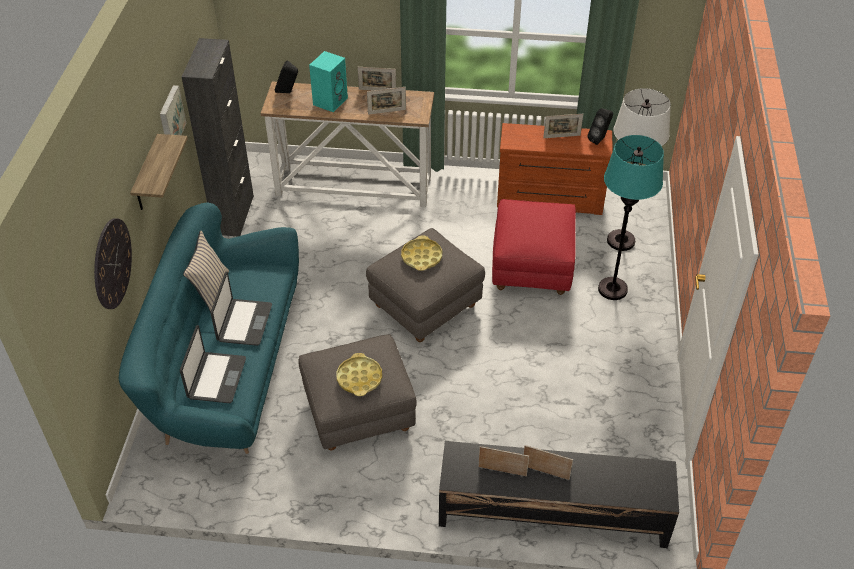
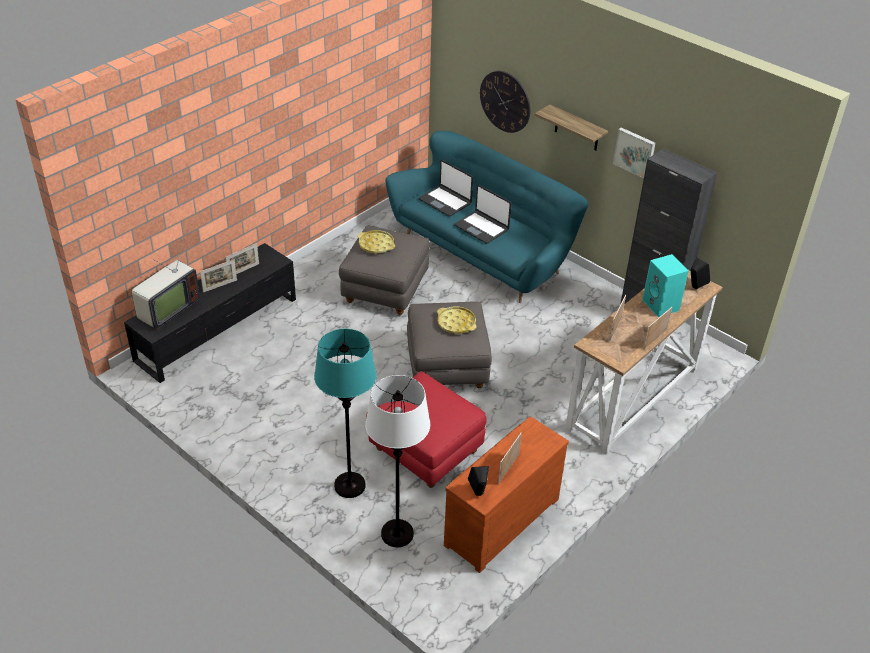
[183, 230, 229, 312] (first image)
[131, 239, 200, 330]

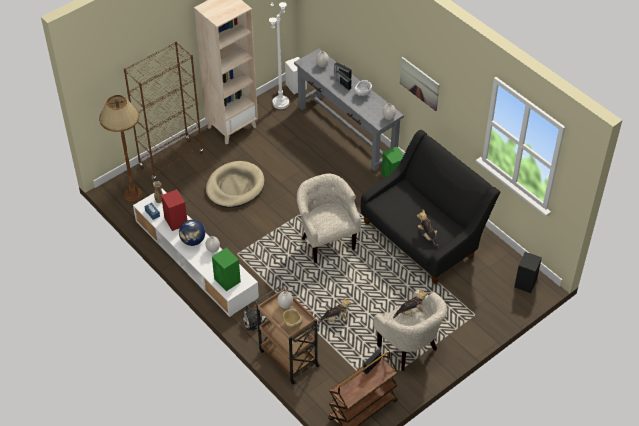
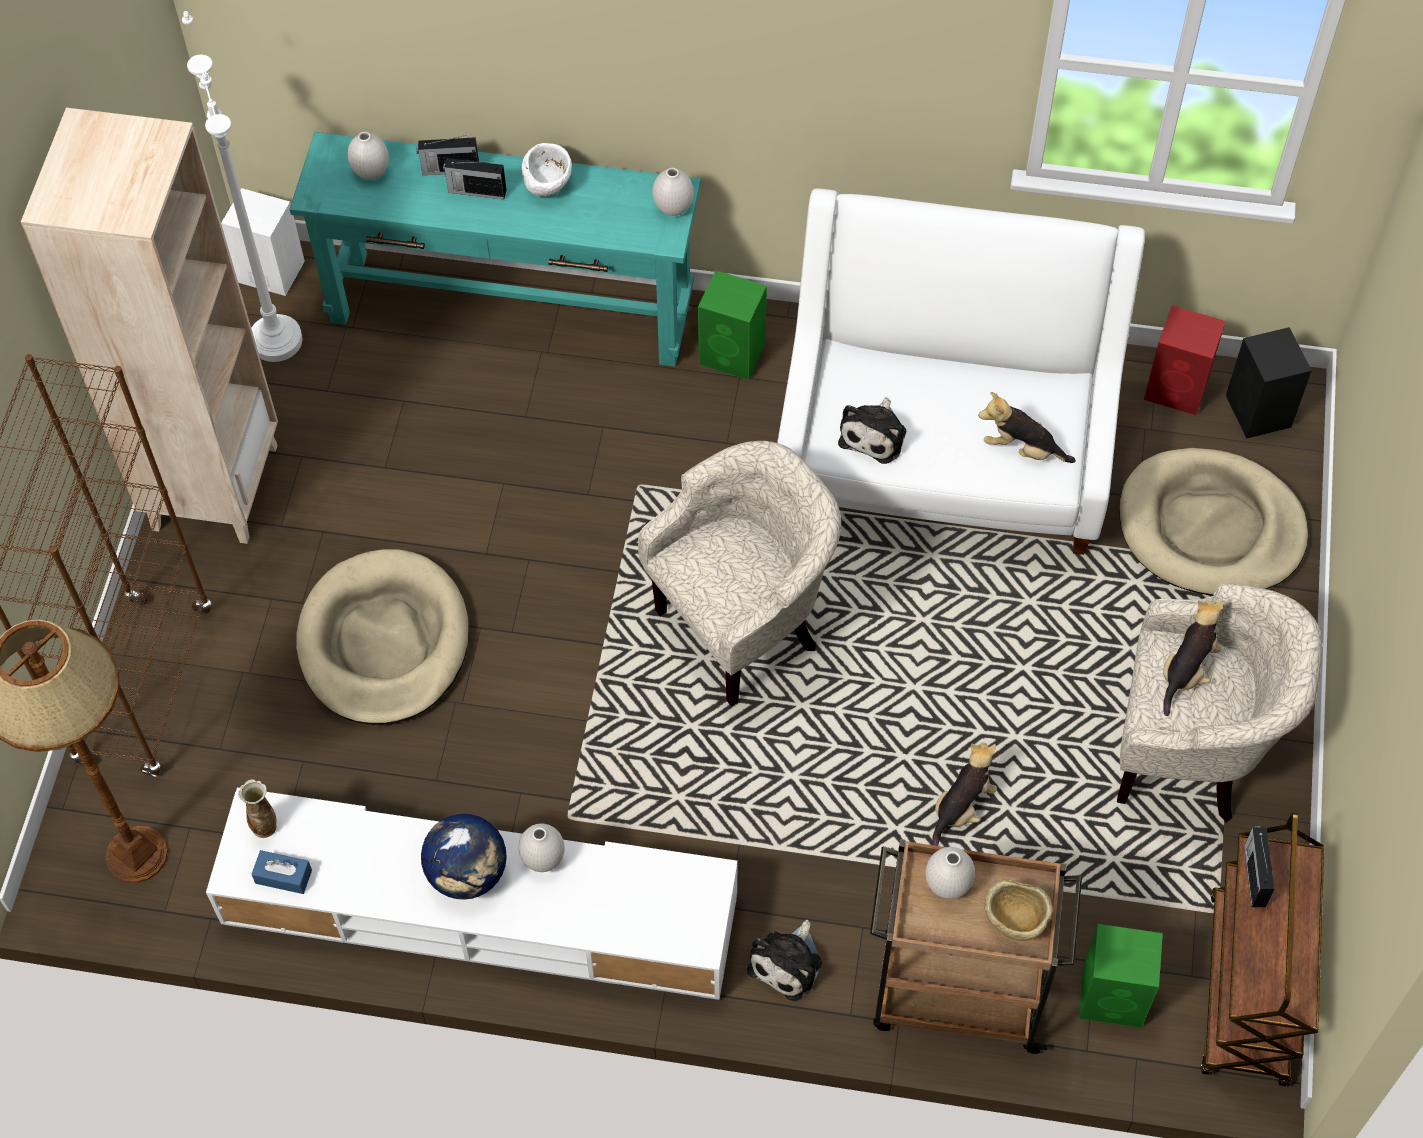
[400, 57, 440, 111] (first image)
[838, 397, 906, 464]
[1119, 448, 1308, 596]
[1144, 305, 1226, 415]
[1079, 924, 1163, 1028]
[289, 132, 701, 366]
[777, 189, 1145, 555]
[638, 441, 841, 706]

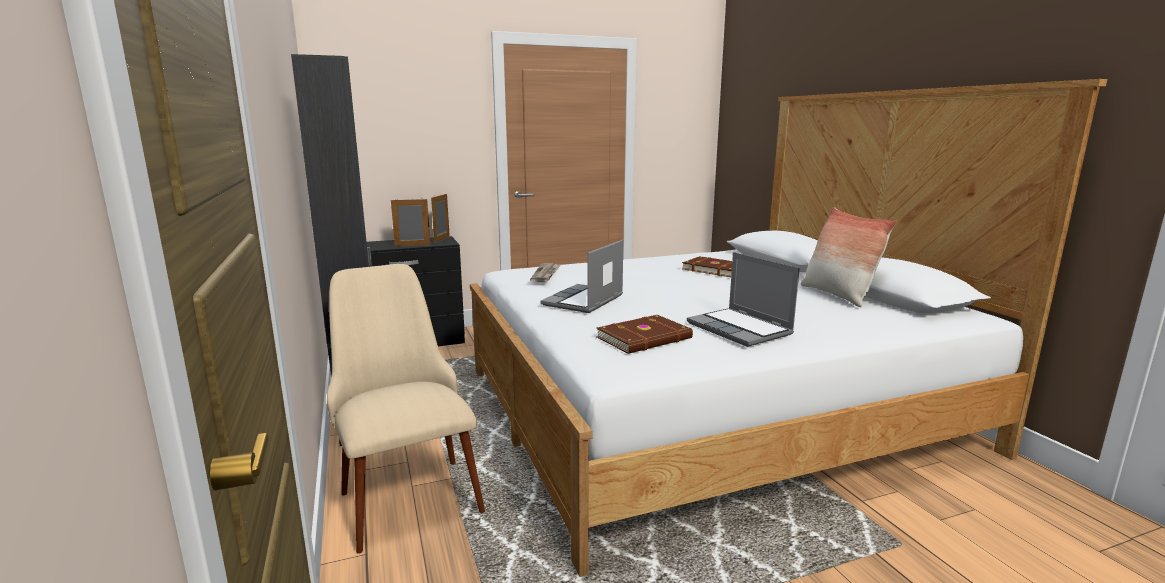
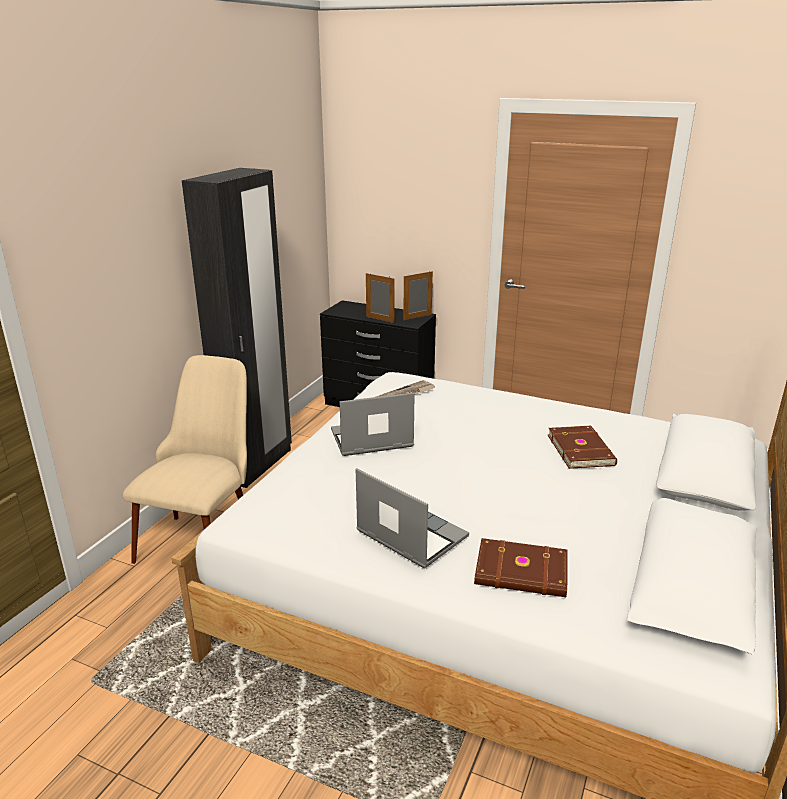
[801, 207, 897, 307] (first image)
[474, 538, 567, 597]
[356, 468, 469, 568]

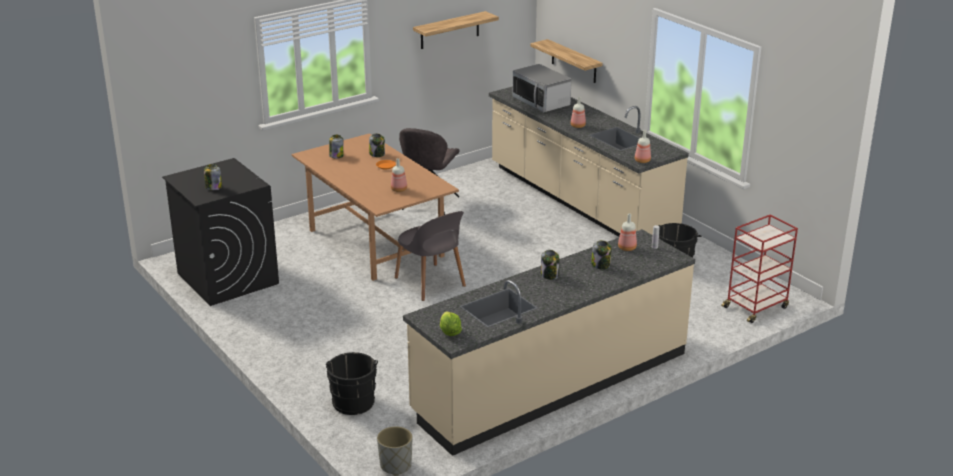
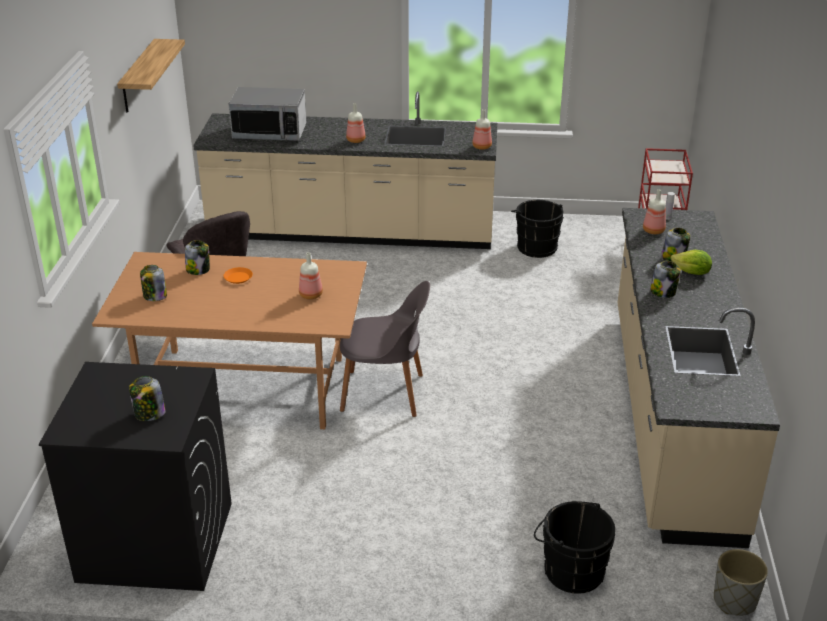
[531, 39, 602, 83] (first image)
[671, 250, 712, 275]

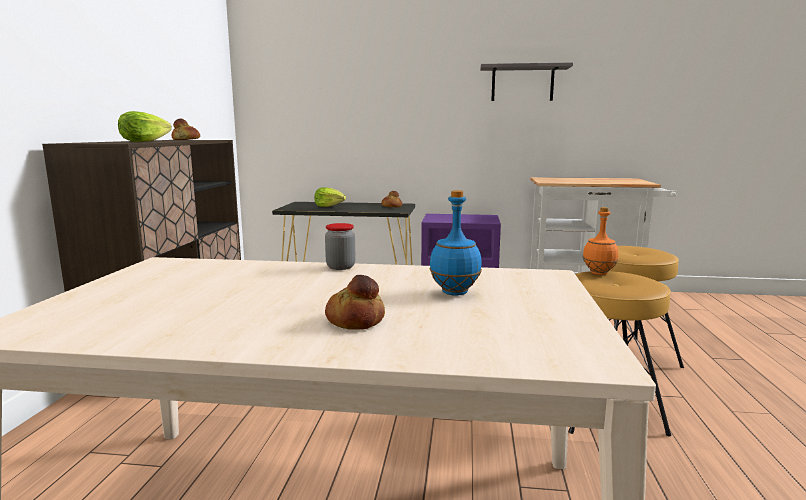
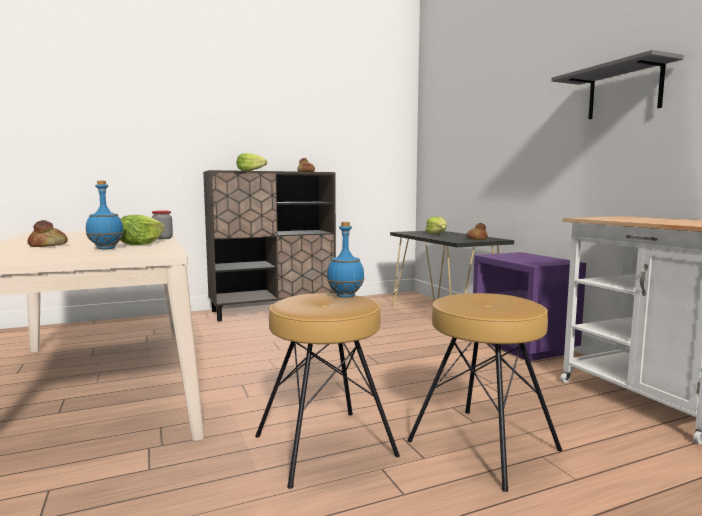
[120, 215, 165, 245]
[327, 222, 364, 298]

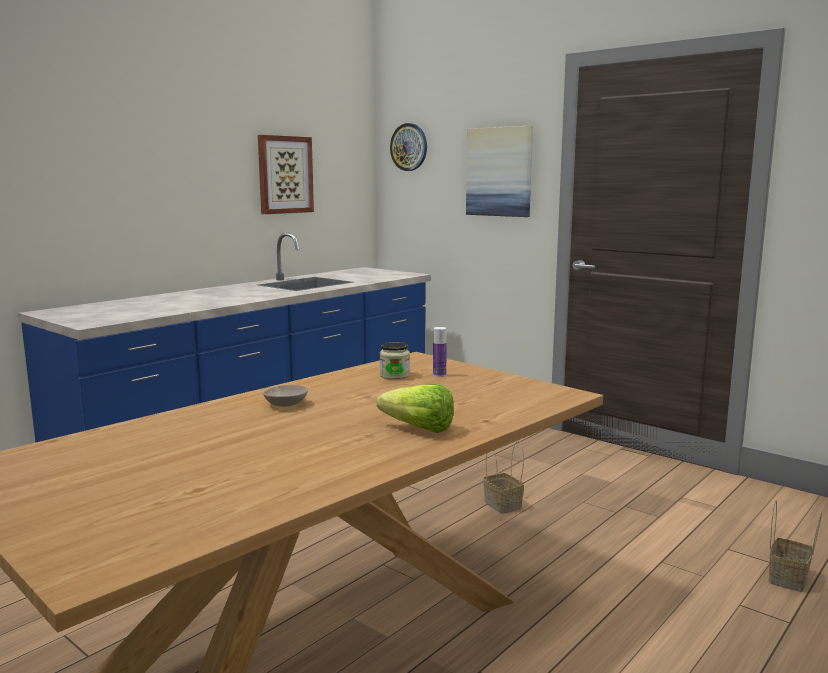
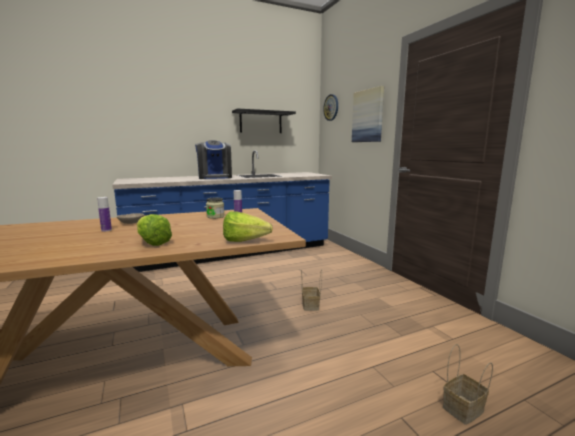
[97, 197, 112, 232]
[195, 140, 232, 179]
[223, 211, 273, 242]
[232, 108, 296, 133]

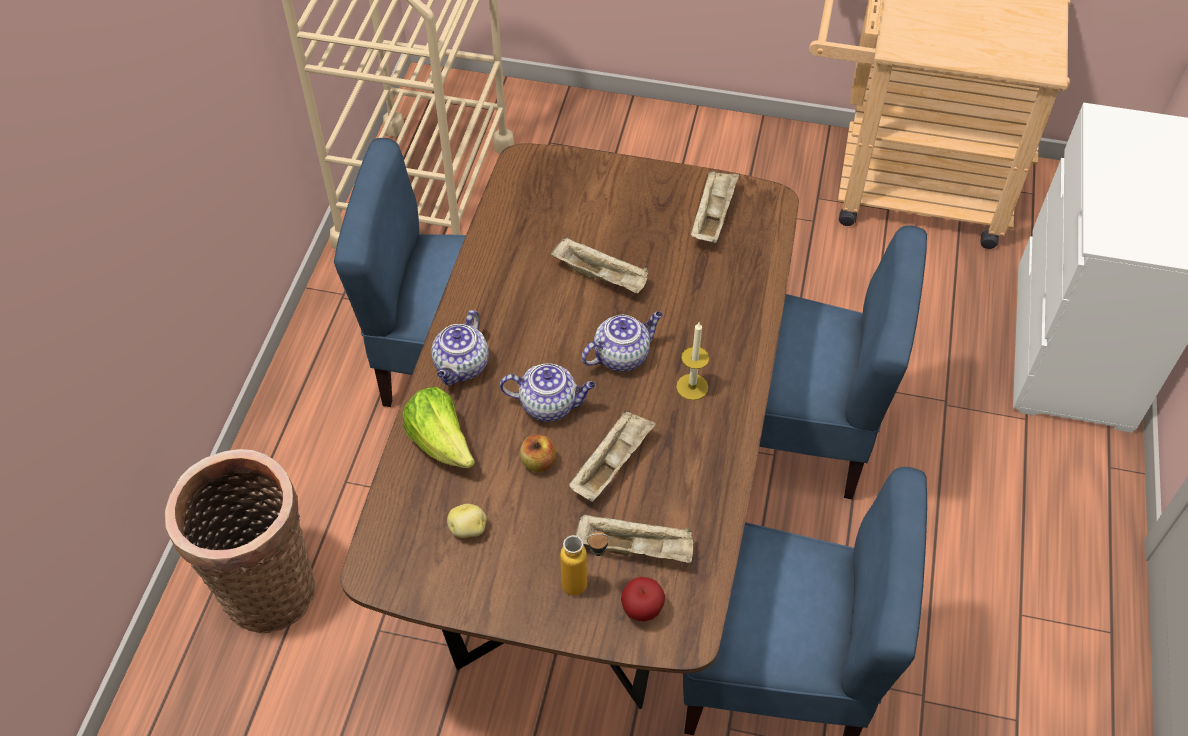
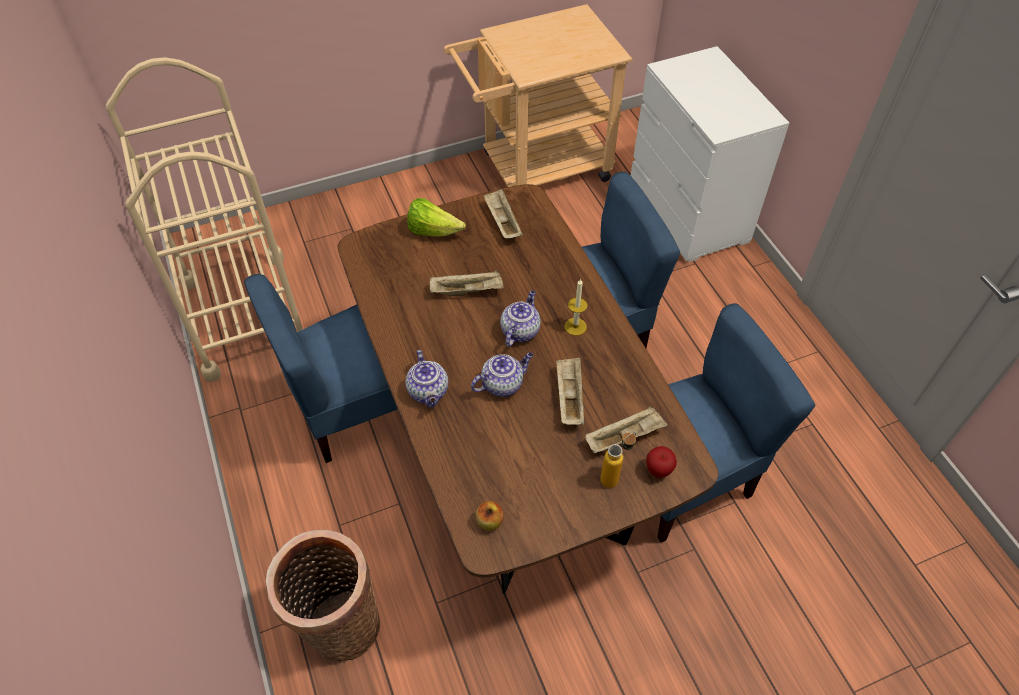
[447, 504, 487, 538] (first image)
[407, 198, 466, 237]
[476, 501, 503, 531]

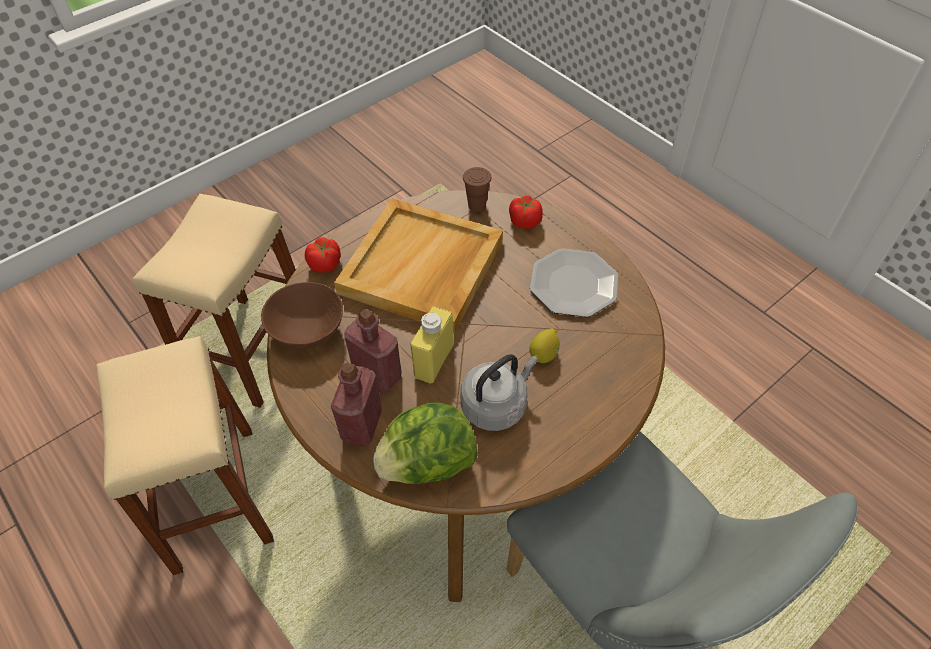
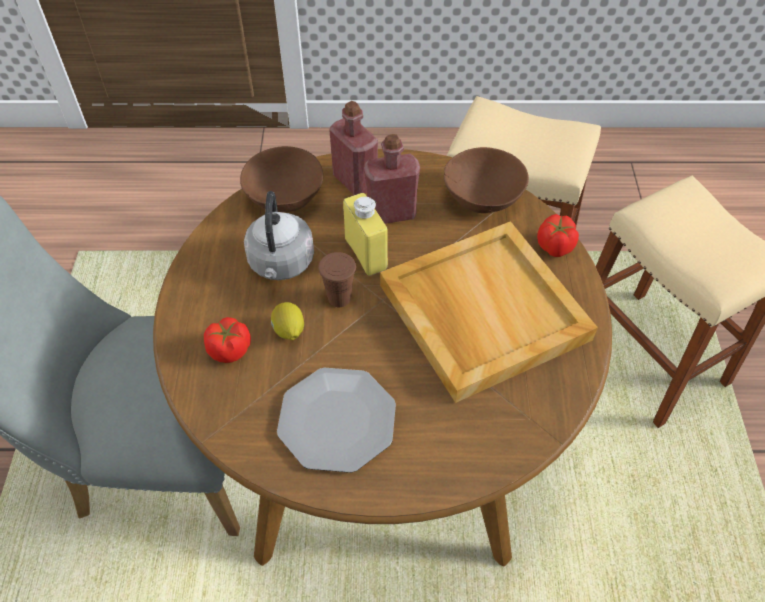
[318, 252, 356, 307]
[204, 317, 251, 363]
[240, 146, 323, 212]

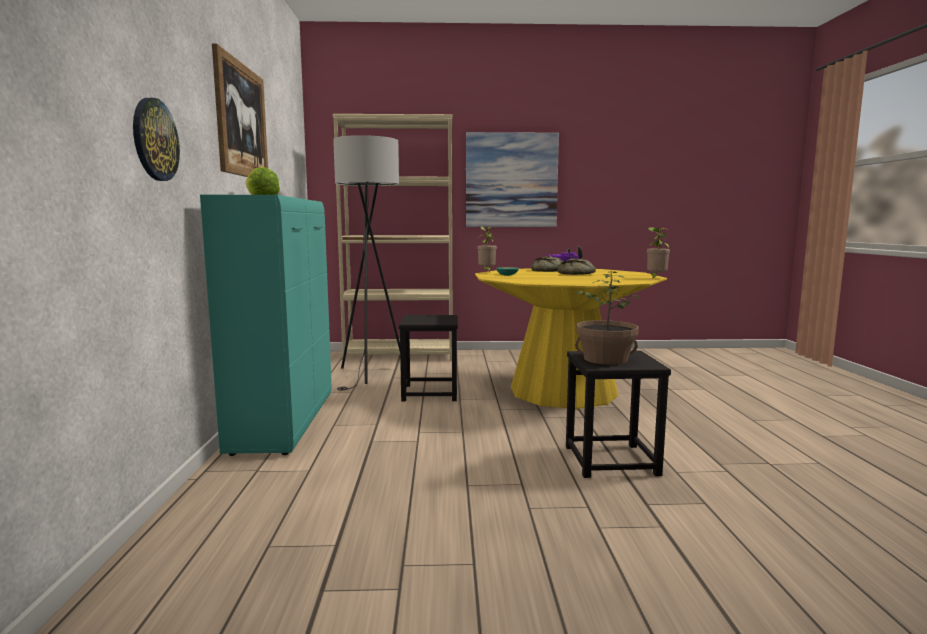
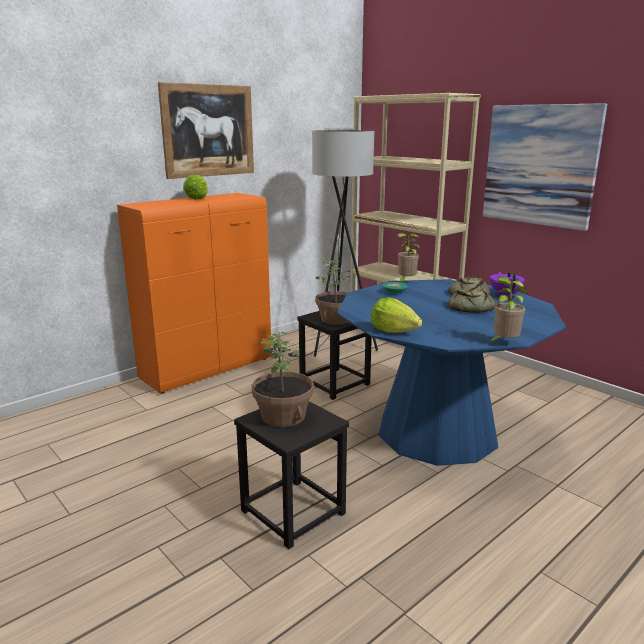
[133, 98, 180, 181] (first image)
[315, 259, 350, 325]
[371, 298, 422, 333]
[117, 193, 271, 394]
[337, 279, 566, 466]

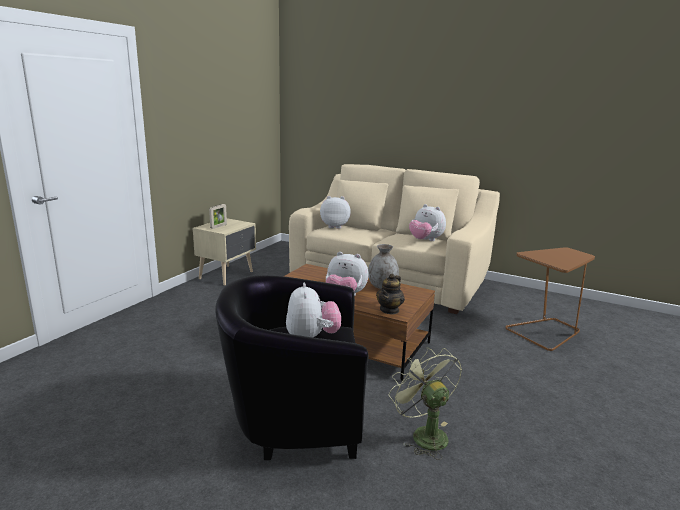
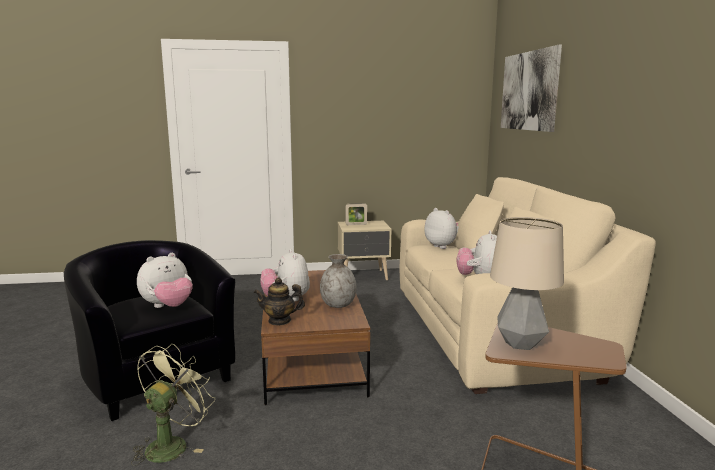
[490, 217, 564, 350]
[501, 44, 562, 132]

